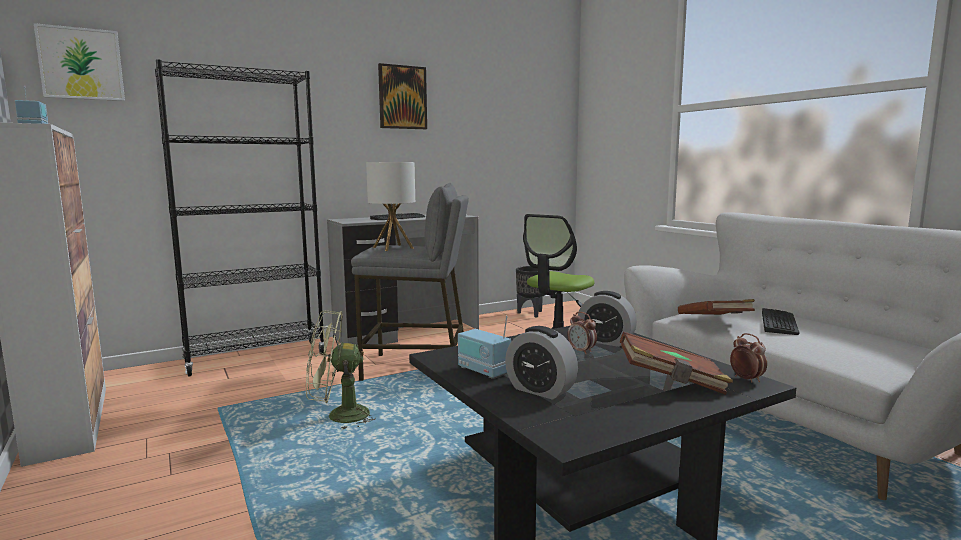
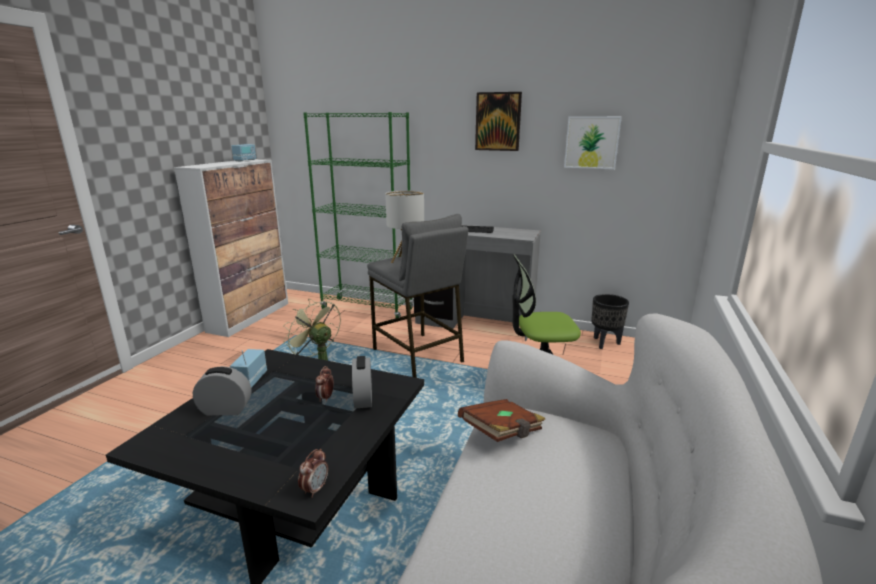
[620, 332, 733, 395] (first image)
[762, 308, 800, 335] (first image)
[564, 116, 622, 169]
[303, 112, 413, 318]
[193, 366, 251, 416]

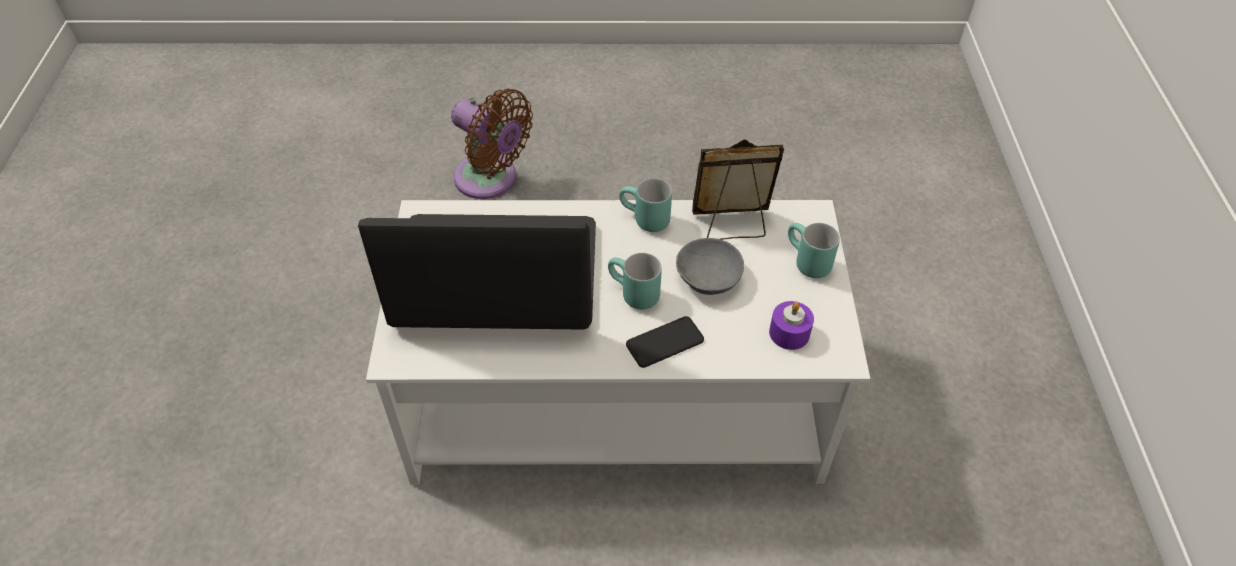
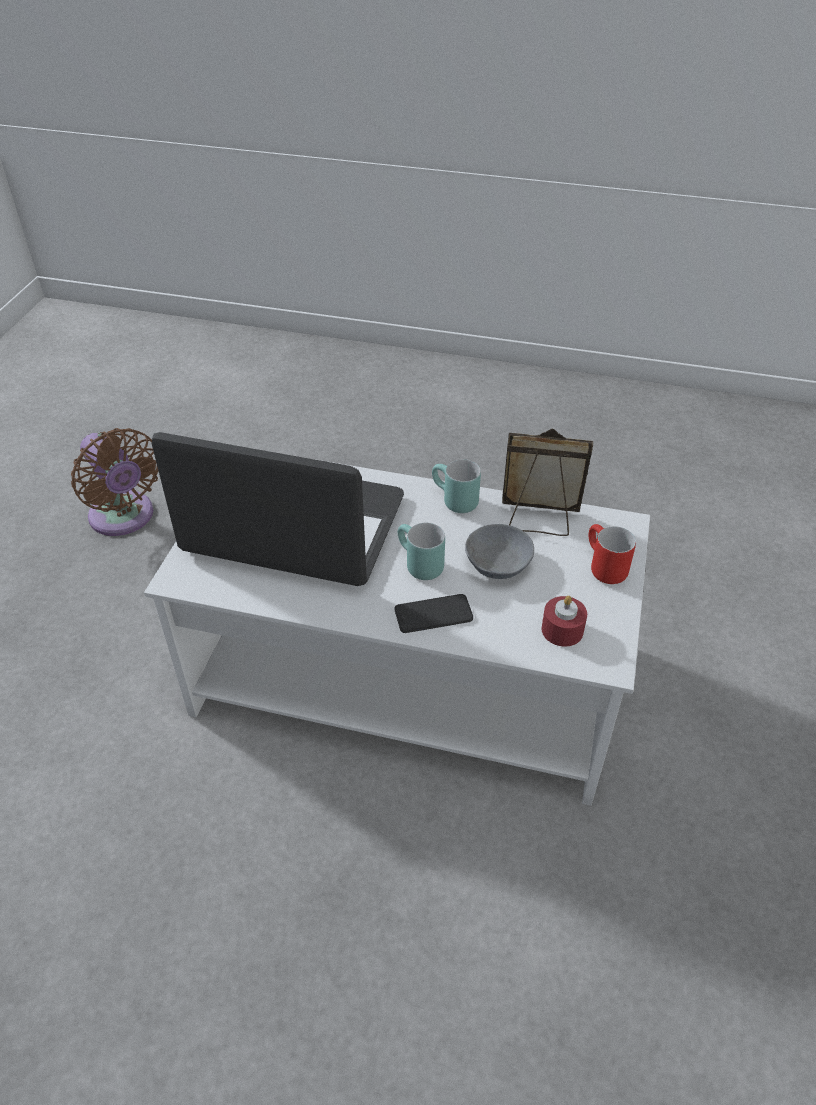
[71, 428, 158, 536]
[541, 596, 587, 647]
[589, 524, 636, 584]

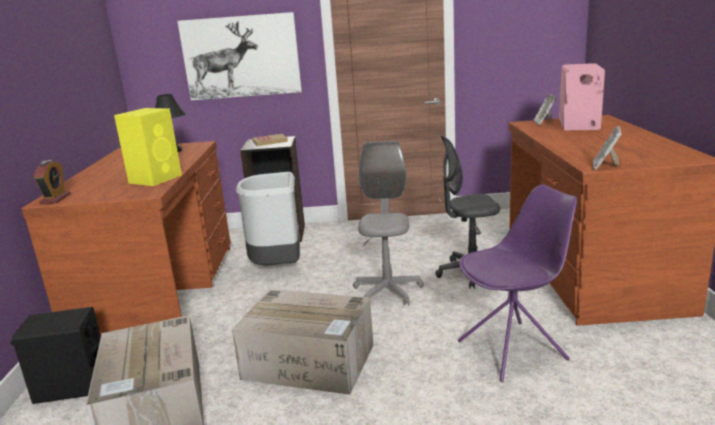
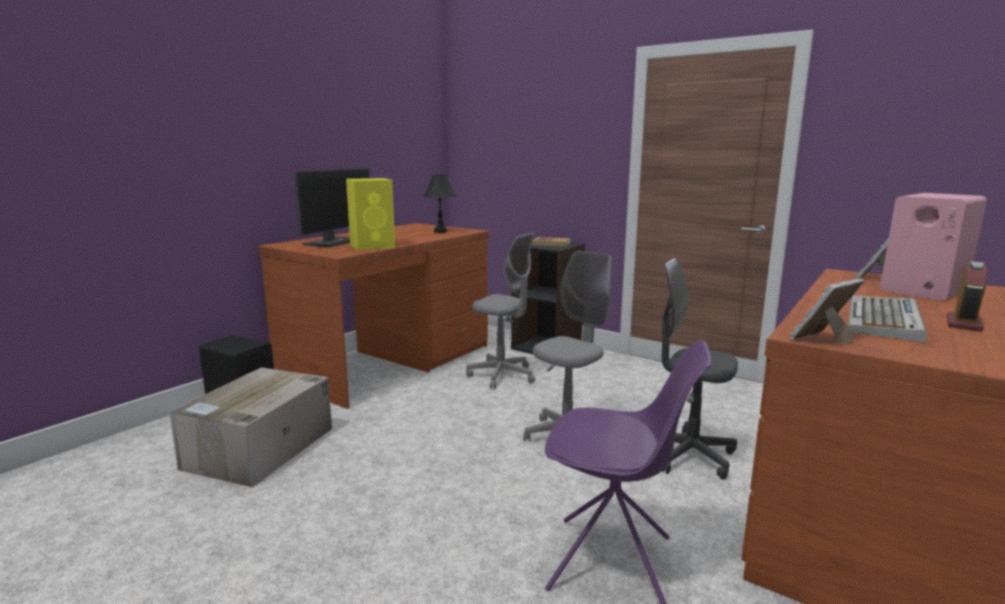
[177, 12, 302, 100] (first image)
[232, 289, 373, 395] (first image)
[295, 168, 370, 248]
[848, 295, 927, 343]
[947, 261, 987, 331]
[466, 232, 535, 389]

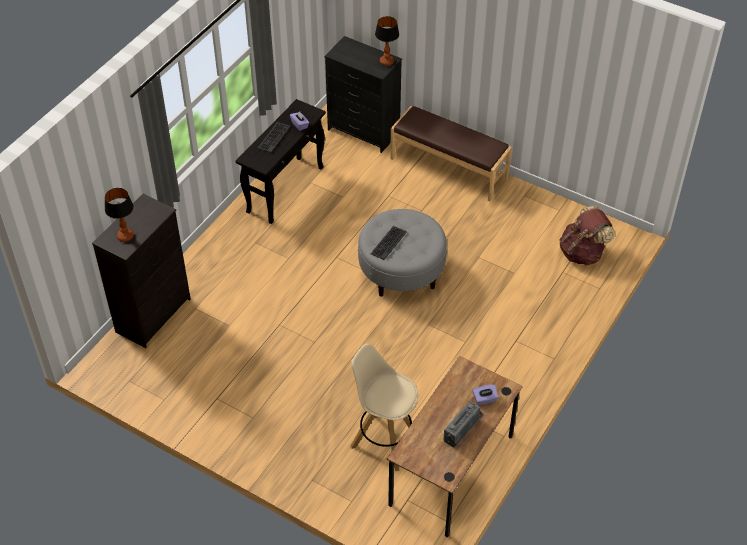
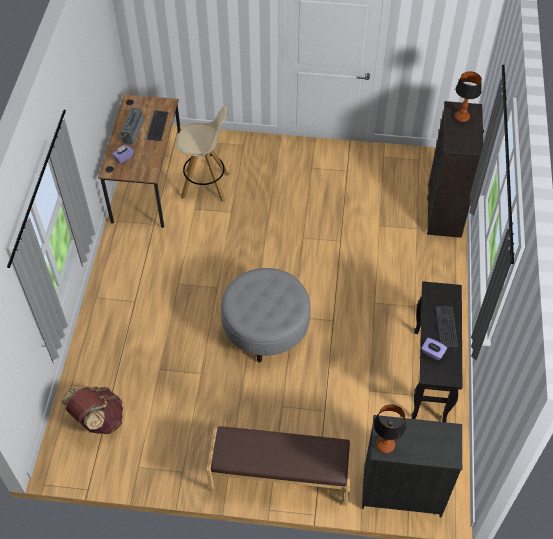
[147, 110, 169, 141]

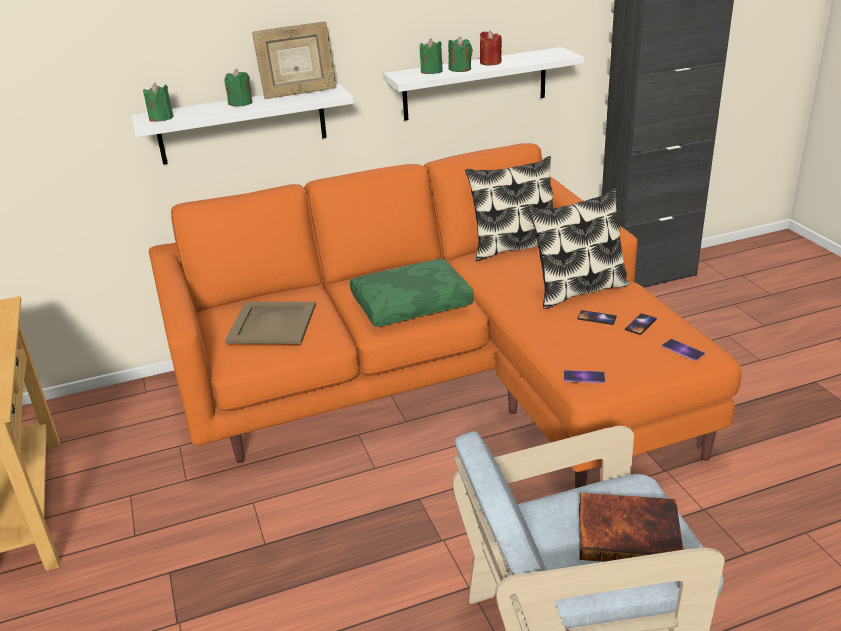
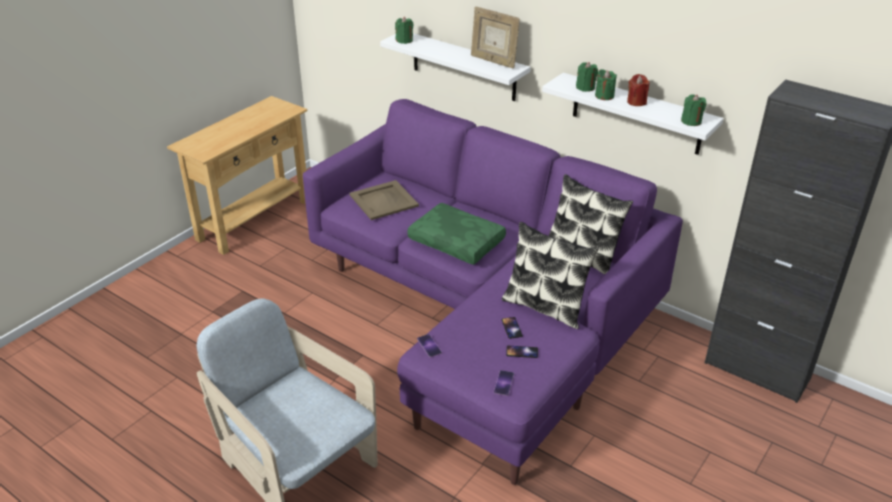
[579, 493, 683, 562] (first image)
[681, 94, 706, 126]
[303, 99, 683, 485]

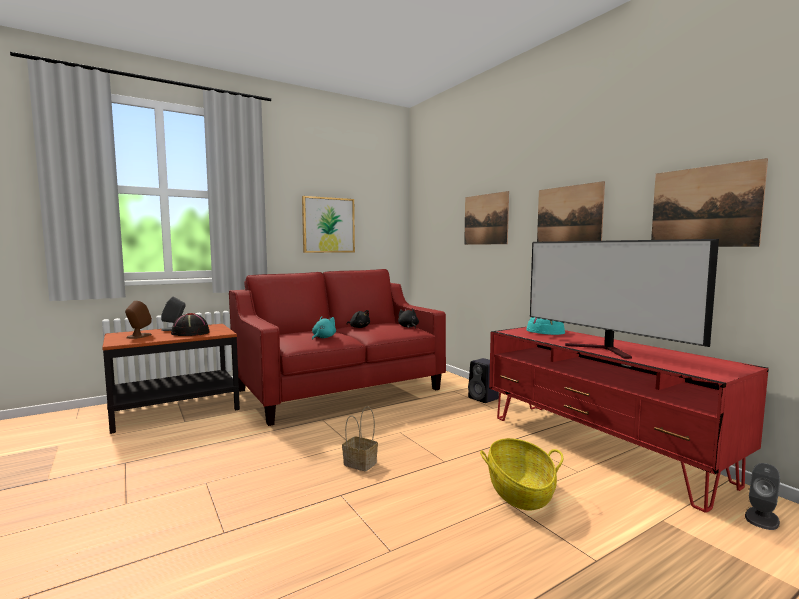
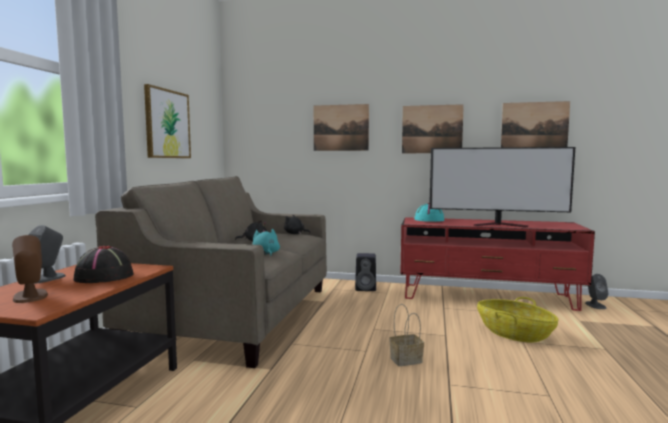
[95, 176, 327, 368]

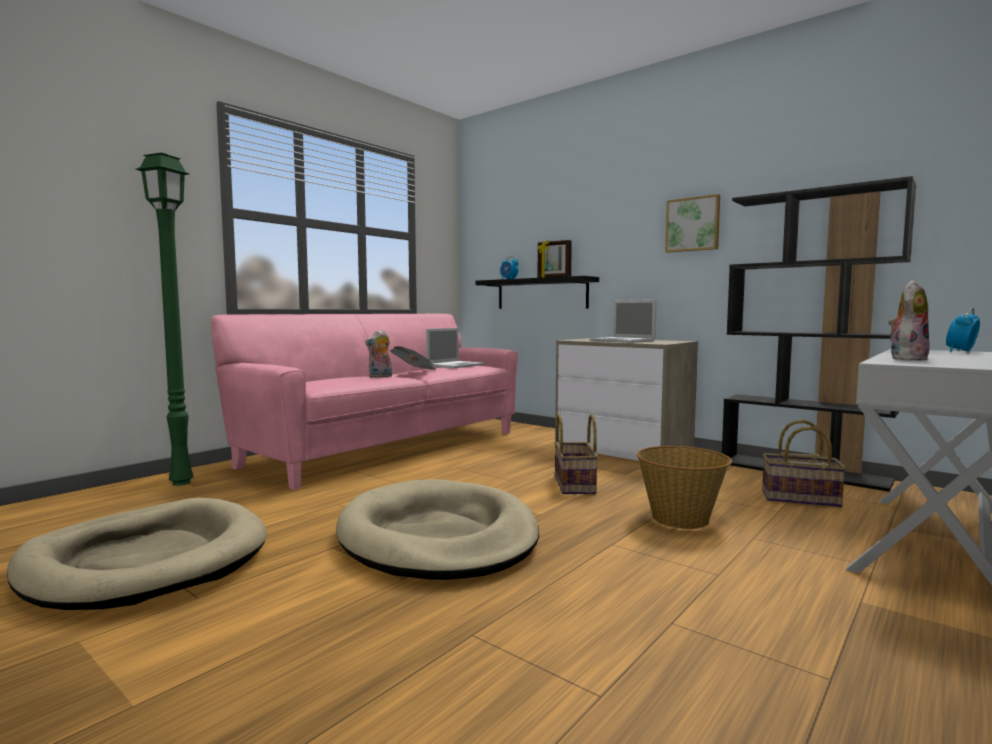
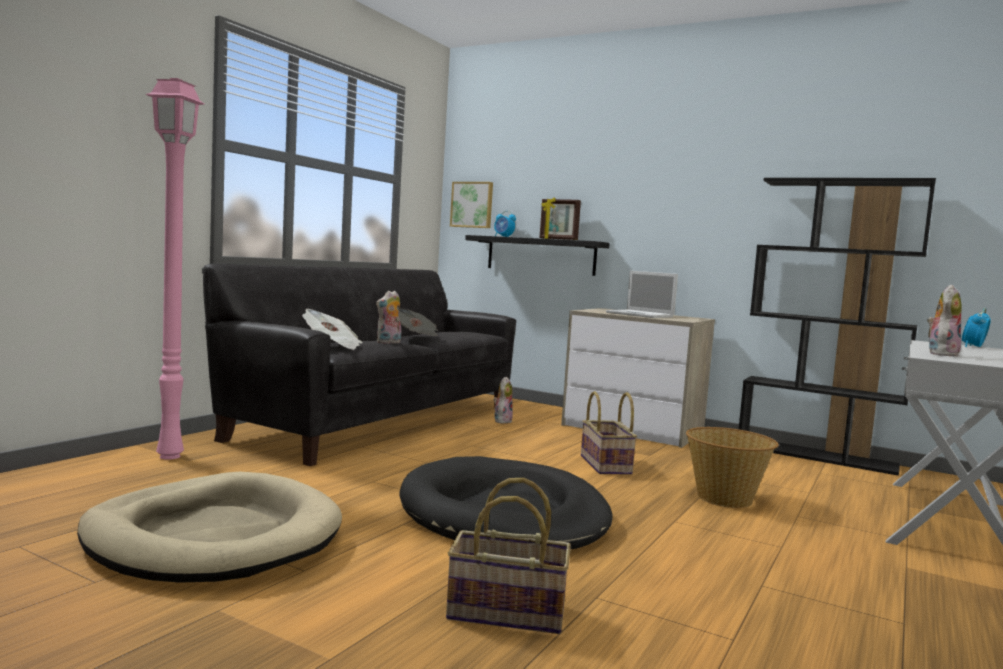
[426, 328, 484, 368] (first image)
[302, 309, 362, 350]
[493, 376, 513, 424]
[450, 182, 493, 228]
[446, 478, 571, 634]
[146, 78, 204, 460]
[203, 264, 516, 466]
[399, 456, 612, 549]

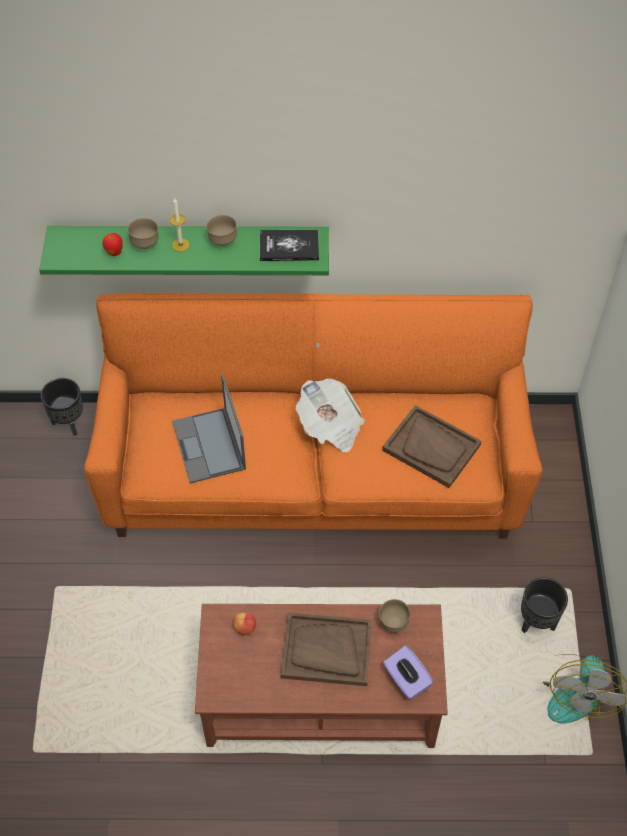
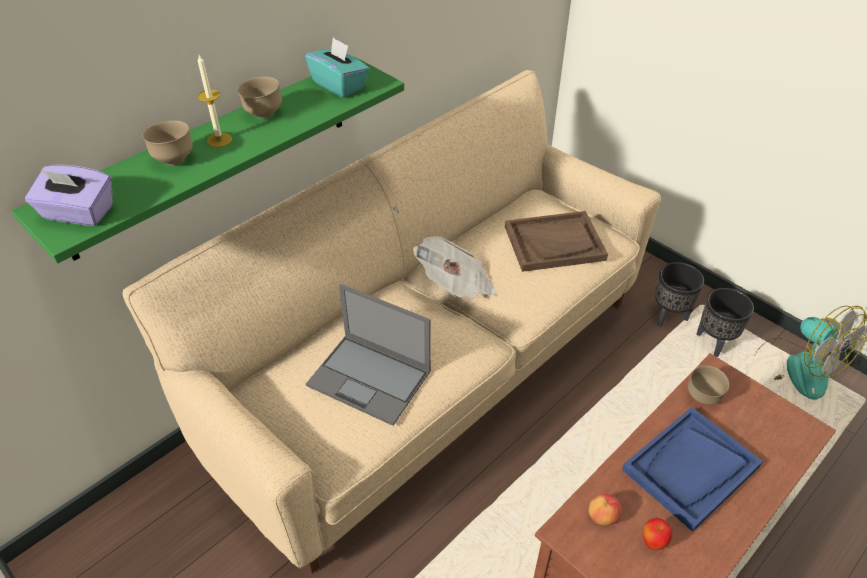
[655, 262, 704, 327]
[643, 518, 672, 550]
[25, 165, 113, 226]
[305, 37, 370, 98]
[123, 70, 661, 574]
[622, 407, 763, 532]

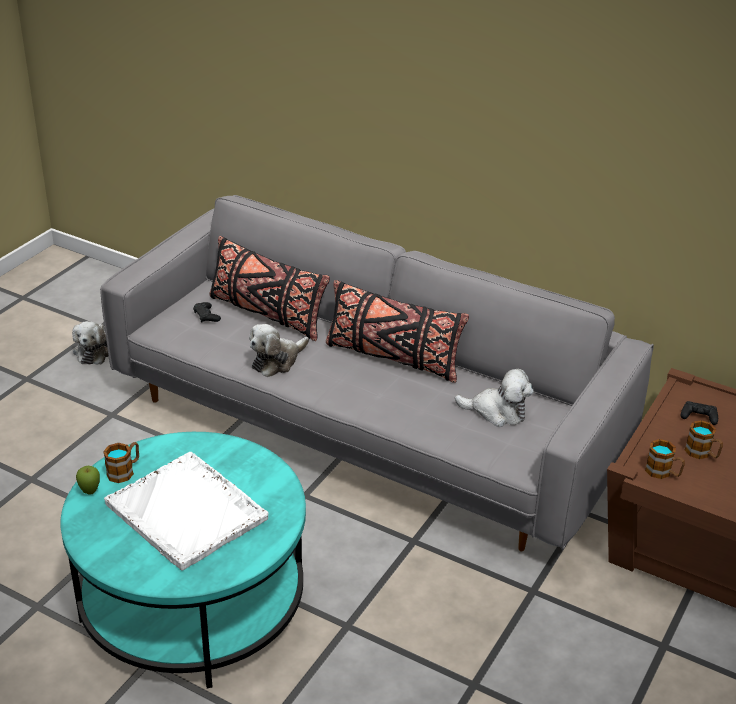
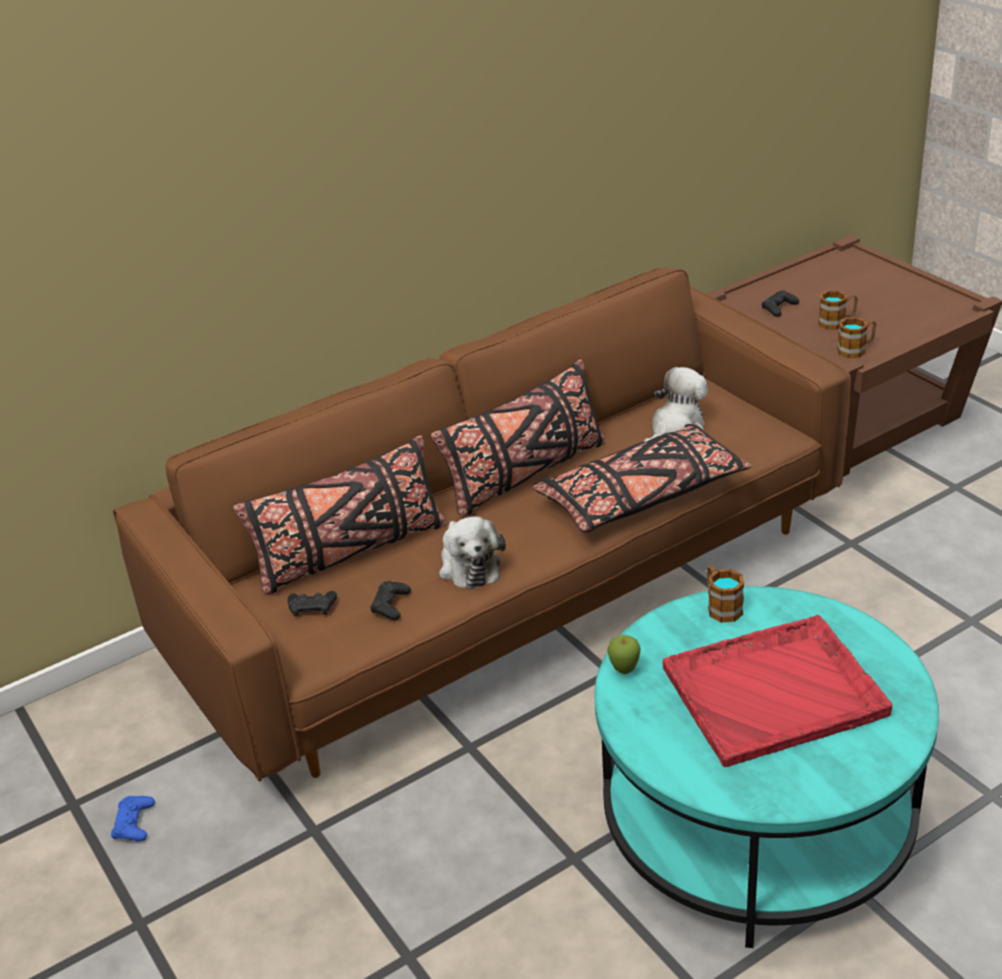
[370, 581, 411, 620]
[533, 423, 751, 532]
[607, 635, 641, 674]
[707, 565, 744, 622]
[111, 796, 155, 841]
[113, 268, 851, 782]
[663, 615, 892, 767]

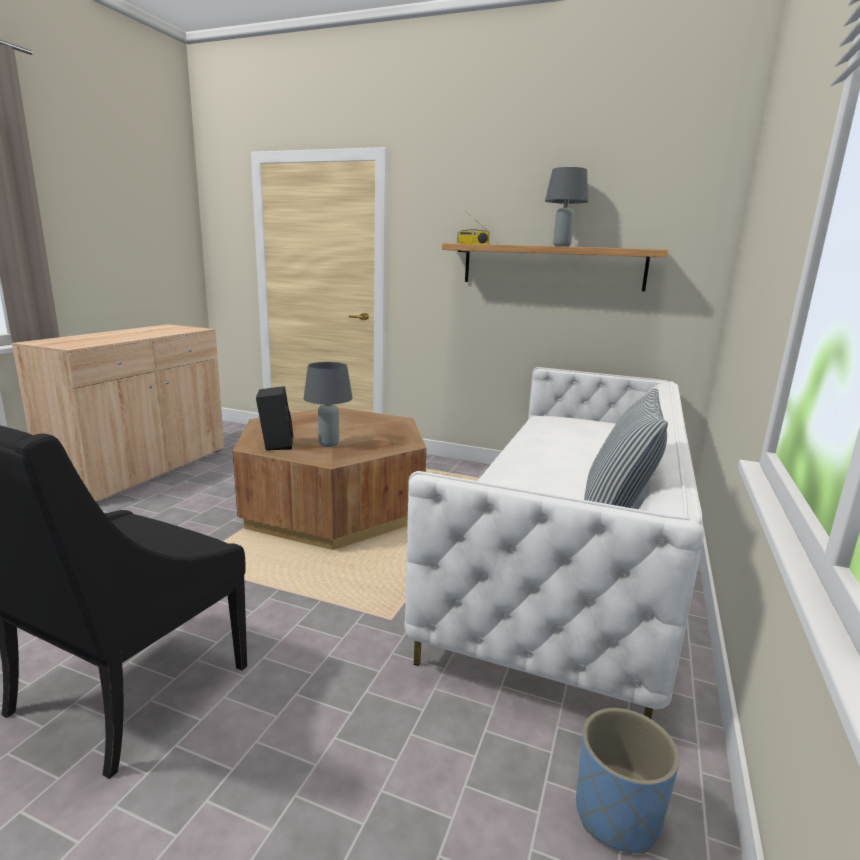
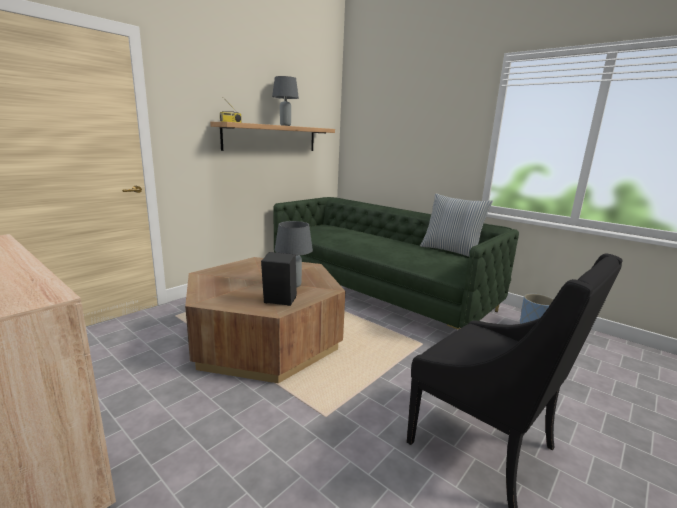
[273, 197, 519, 329]

